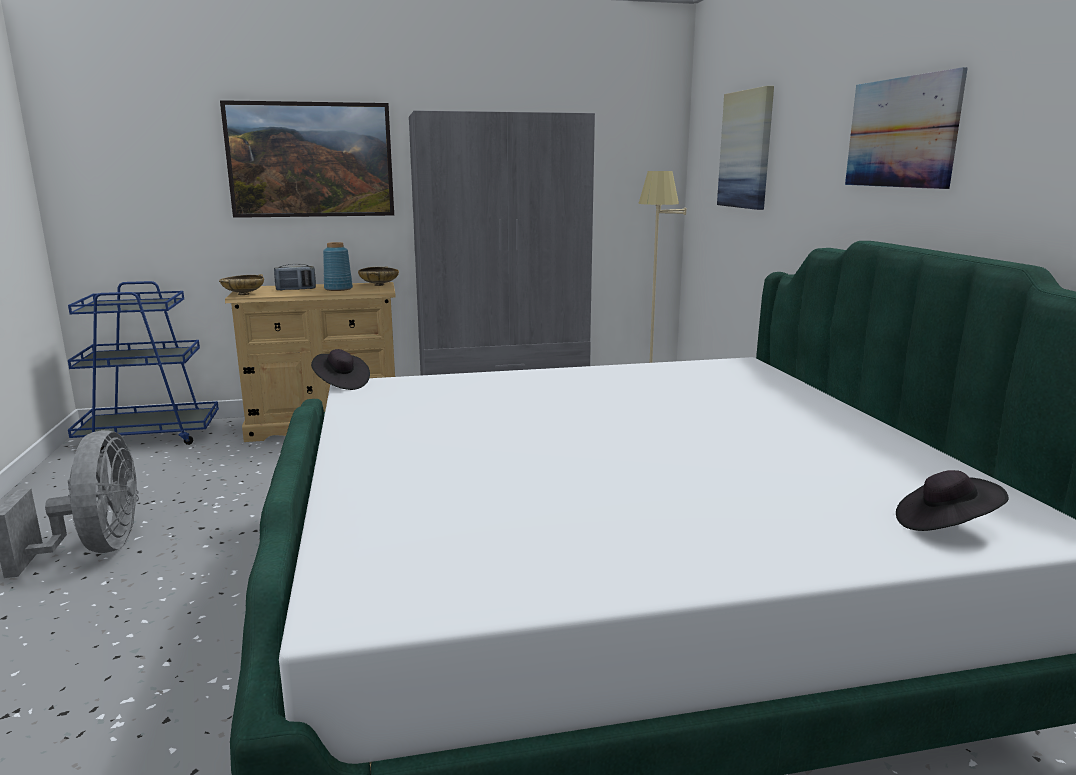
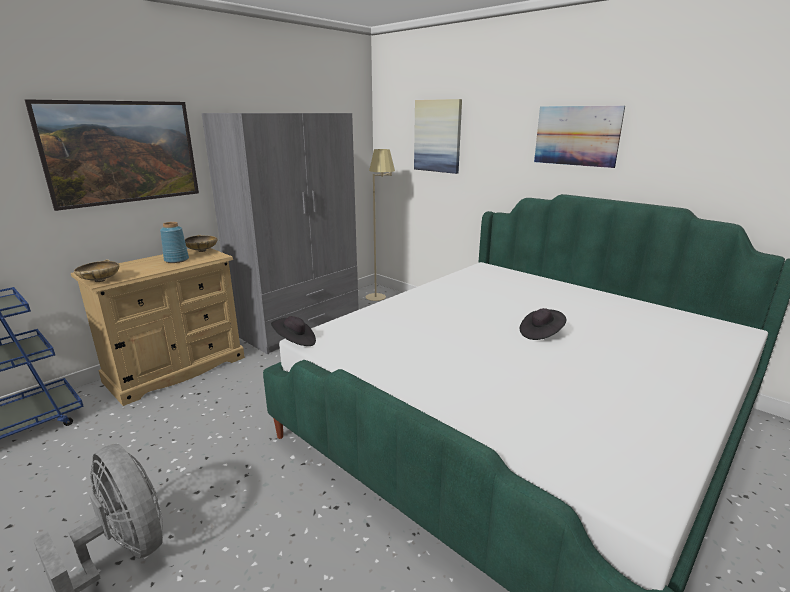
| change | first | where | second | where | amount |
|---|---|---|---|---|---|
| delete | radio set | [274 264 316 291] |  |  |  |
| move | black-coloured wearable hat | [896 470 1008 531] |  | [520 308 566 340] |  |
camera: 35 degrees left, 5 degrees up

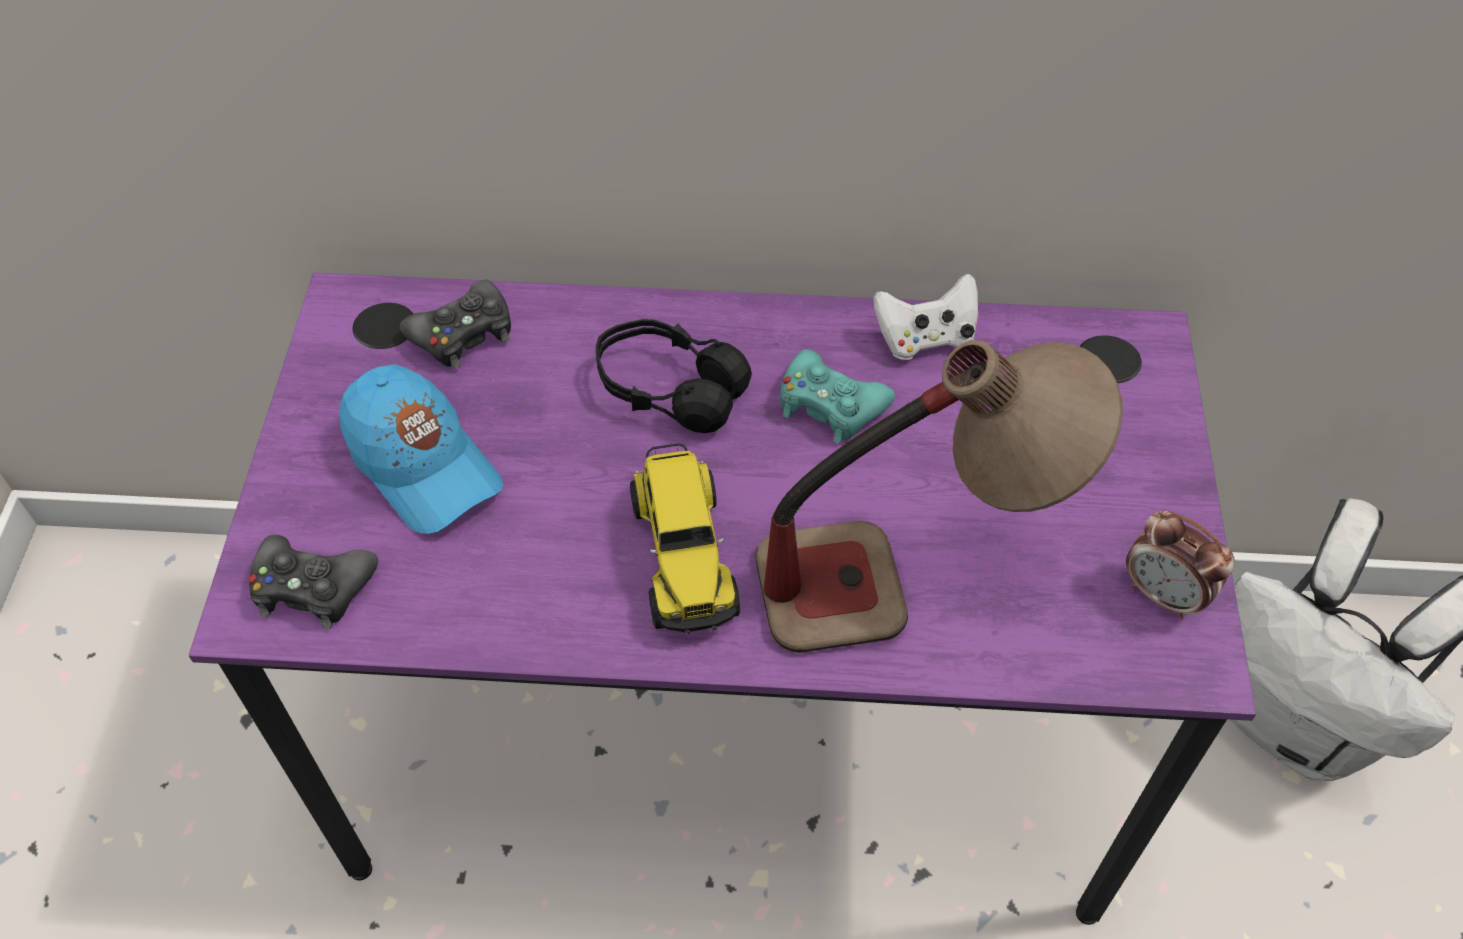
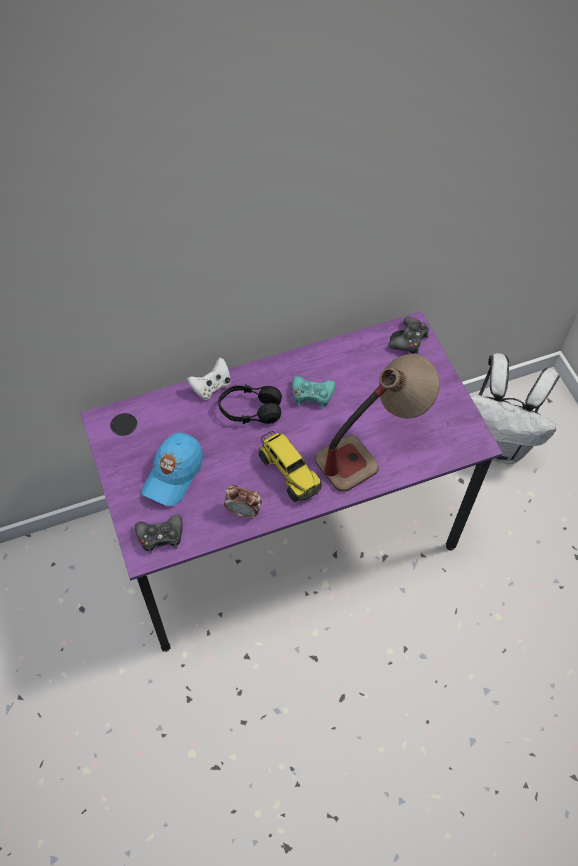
| change | first | where | second | where | amount |
|---|---|---|---|---|---|
| rotate | bluish cap | [339 364 503 534] |  | [142 433 203 506] | 90 degrees clockwise |
| move | black-coloured gamepad | [400 279 511 369] |  | [388 316 429 354] |  |
| move | white gamepad | [873 274 978 360] |  | [187 357 231 400] |  |
| move | alarm clock | [1126 511 1235 620] |  | [224 485 262 519] |  |
camera: 25 degrees left, 5 degrees up

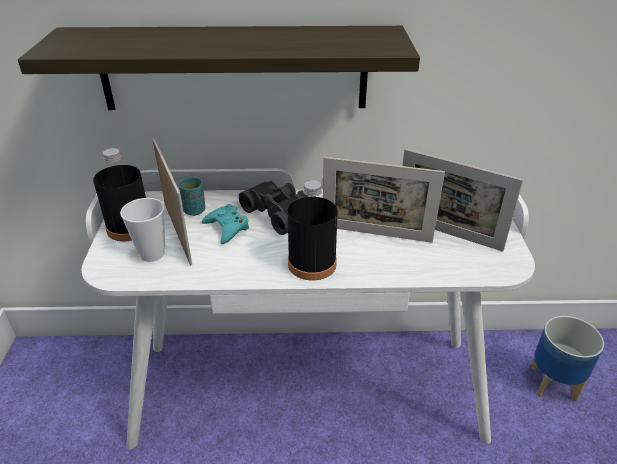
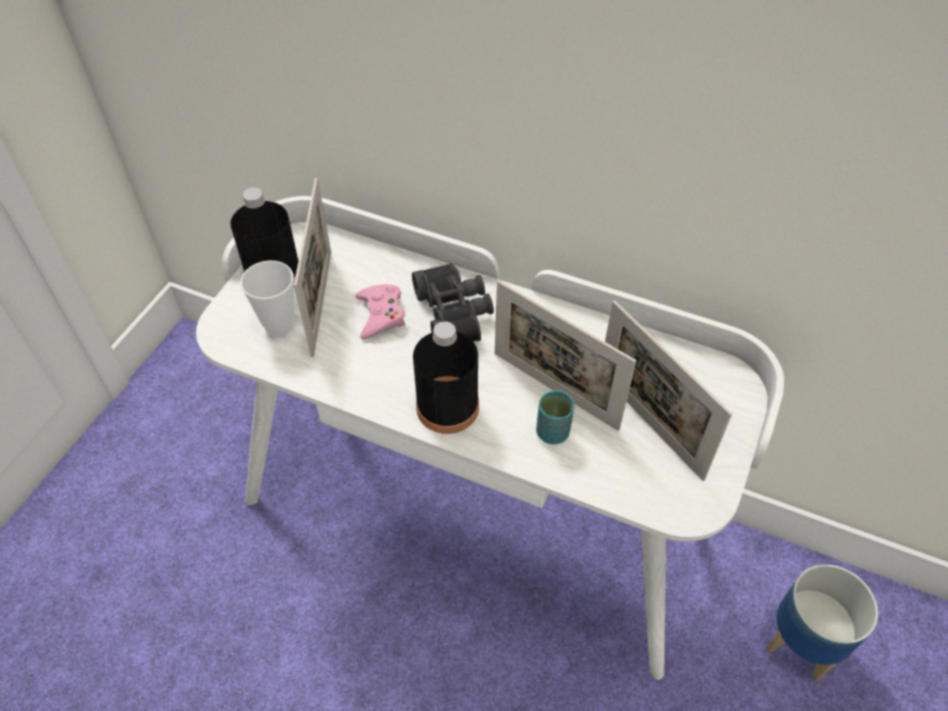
| change | first | where | second | where | amount |
|---|---|---|---|---|---|
| delete | wall shelf | [18 26 420 110] |  |  |  |
| move | turquoise cup | [179 177 205 216] |  | [536 390 574 444] |  |
| recolor | turquoise gamepad | [202 204 249 244] | pinkish gamepad | [355 284 405 339] |  |
camera: 25 degrees right, 15 degrees up

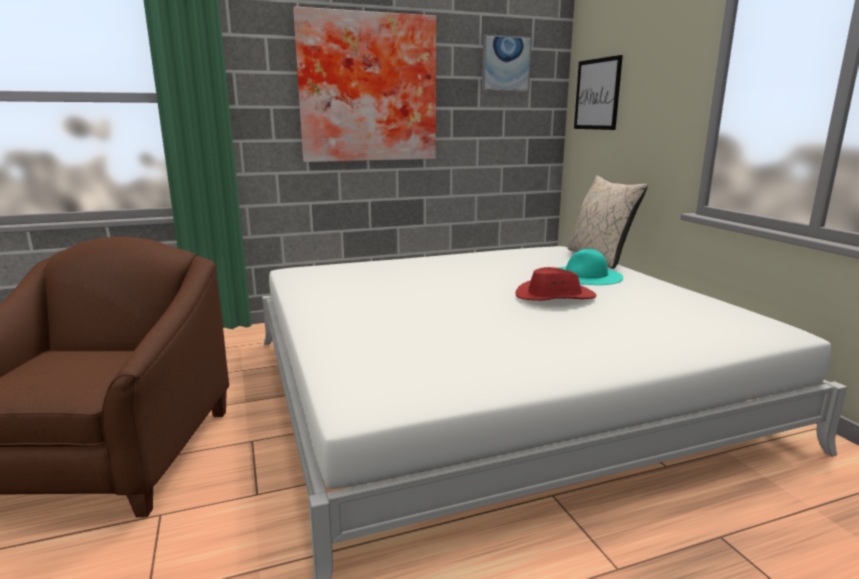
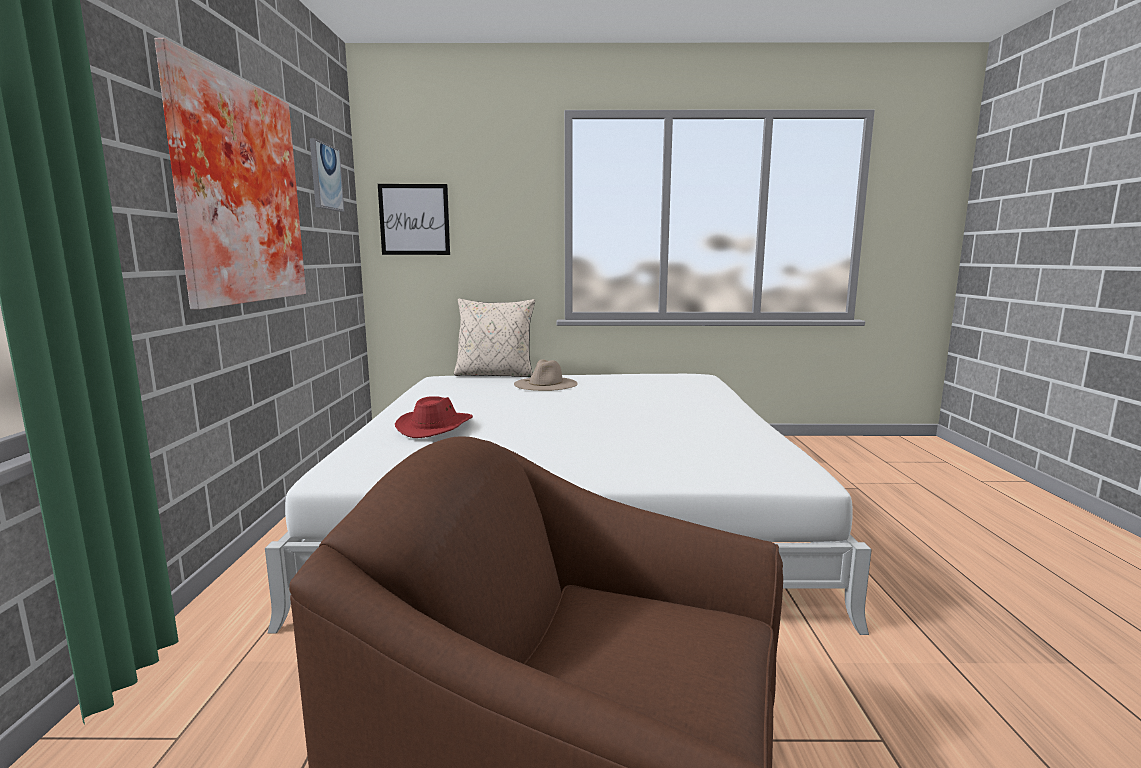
| change | first | where | second | where | amount |
|---|---|---|---|---|---|
| move | red wearable hat | [515 267 597 300] |  | [395 396 473 438] |  |
| recolor | turquoise wearable hat | [559 249 623 285] | beige-coloured wearable hat | [514 359 578 391] |  |
camera: 70 degrees left, 5 degrees down

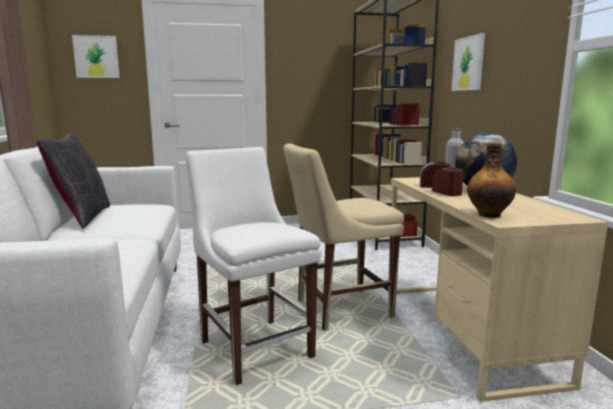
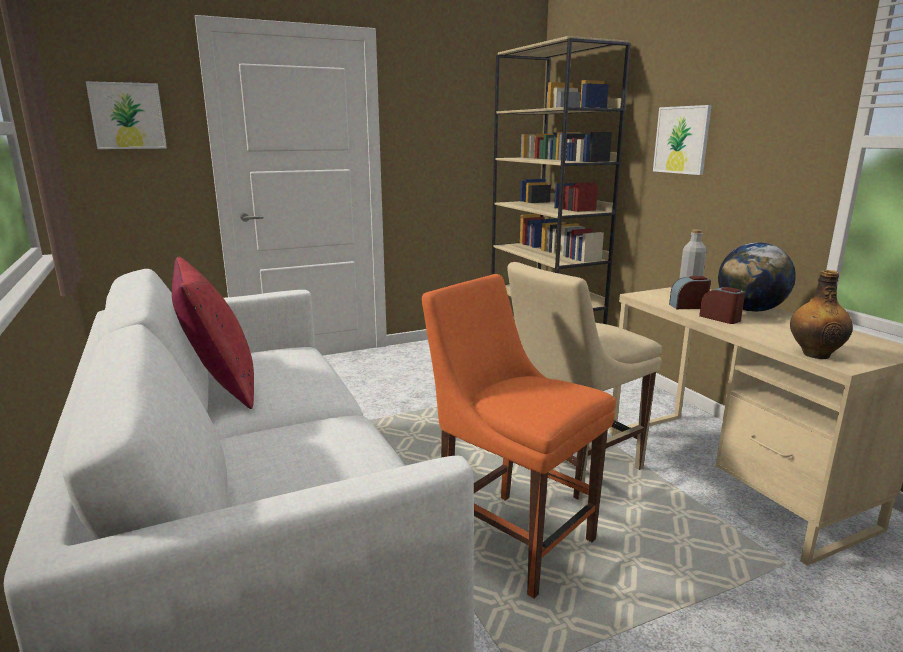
| change | first | where | second | where | amount |
|---|---|---|---|---|---|
| recolor | black-coloured cushion | [37 132 110 229] | red cushion | [172 257 254 409] |  |
| recolor | white upright chair | [186 147 321 385] | orangey upright chair | [422 274 616 598] |  |
camera: 15 degrees left, 5 degrees up

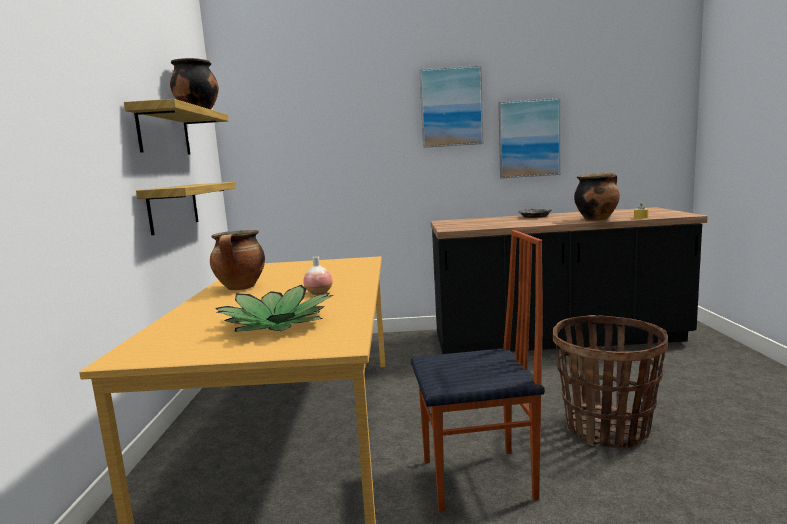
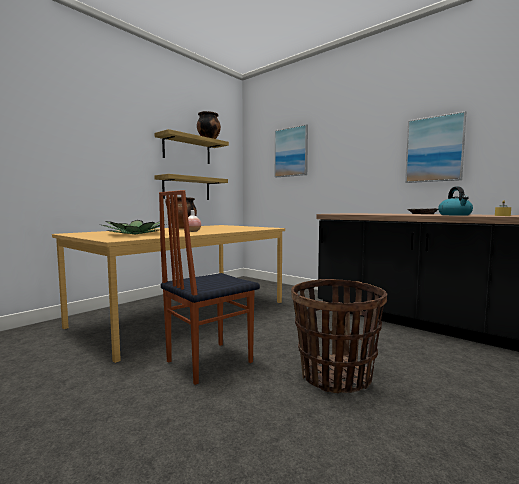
| change | first | where | second | where | amount |
|---|---|---|---|---|---|
| rotate | upright chair | [411 230 545 513] |  | [159 190 260 385] | 105 degrees clockwise |
| move | wall art | [419 65 484 148] |  | [275 124 308 177] |  |
| replace | saucepot | [574 172 620 221] | water kettle | [438 187 473 215] |  |
camera: 40 degrees right, 5 degrees down

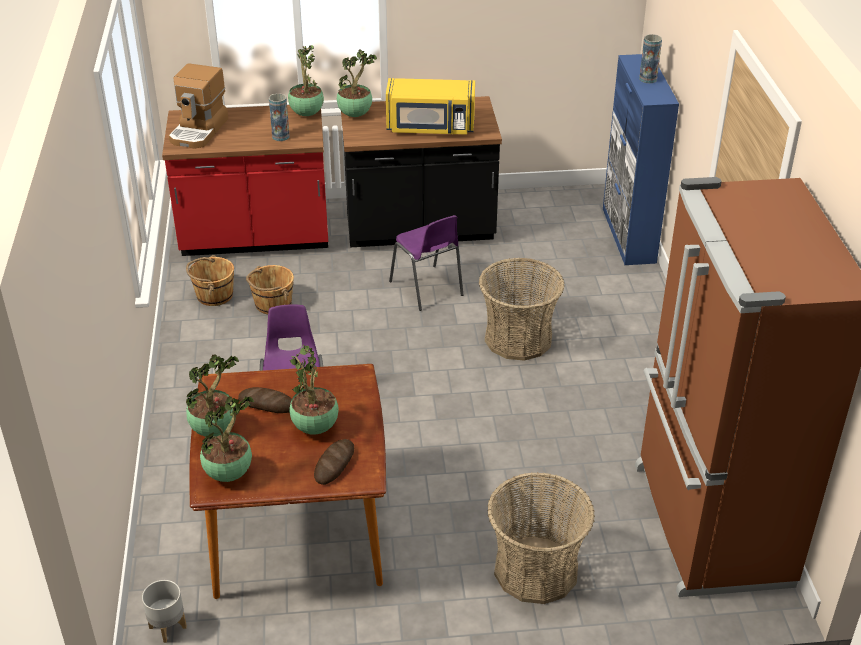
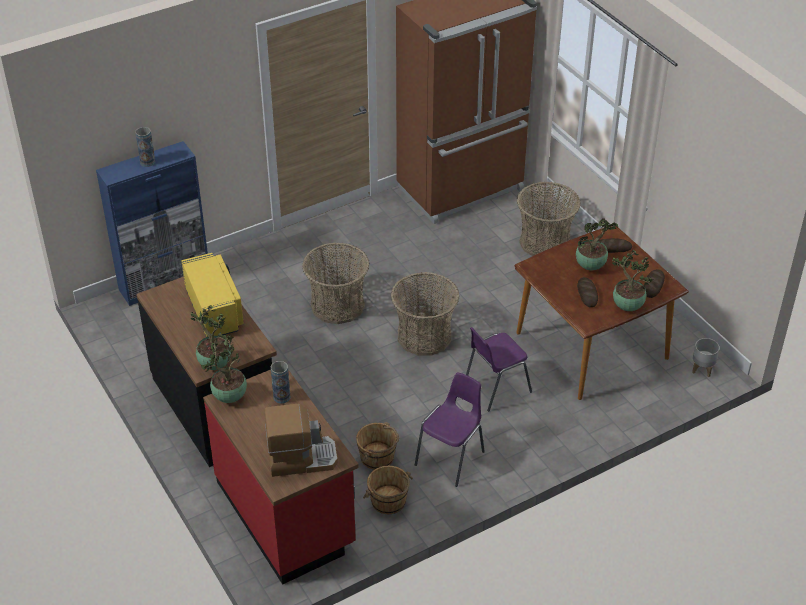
| change | first | where | second | where | amount |
|---|---|---|---|---|---|
| replace | plant in a pot | [200 396 254 482] | baked bread | [644 269 665 298] |  |
| move | purple upright chair | [389 215 464 311] |  | [415 372 485 487] |  |
| insert |  |  | basket | [391 272 460 355] |  |
camera: 115 degrees left, 5 degrees up

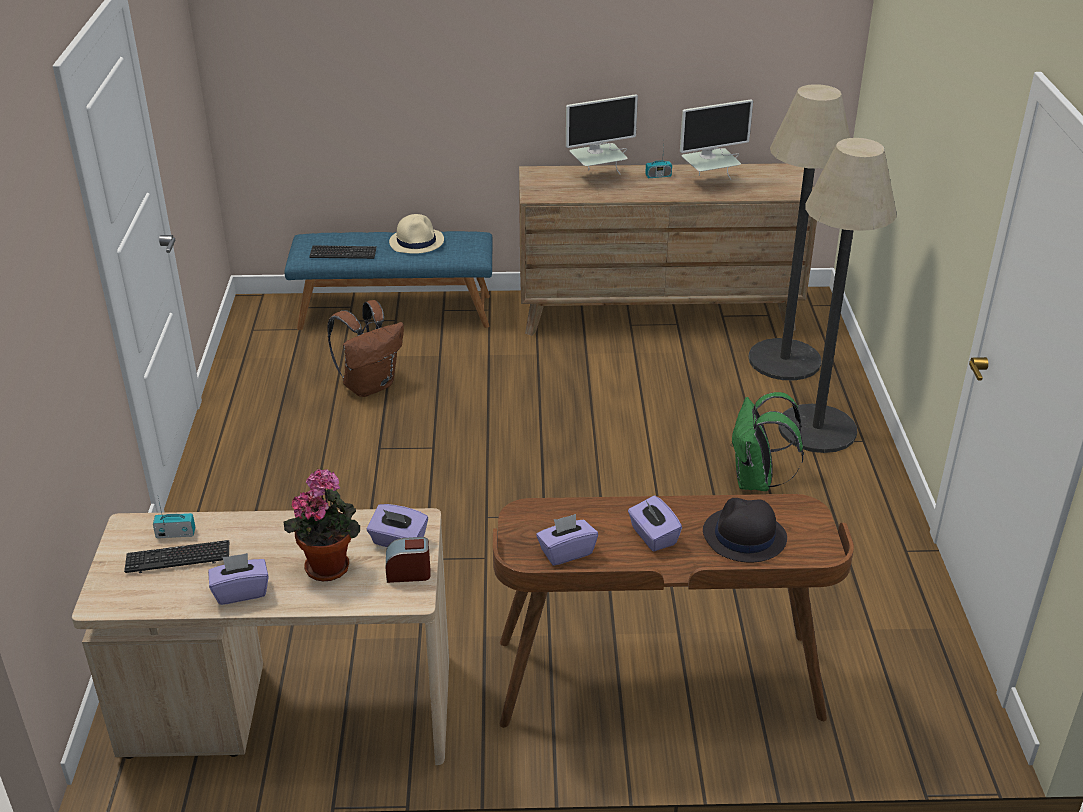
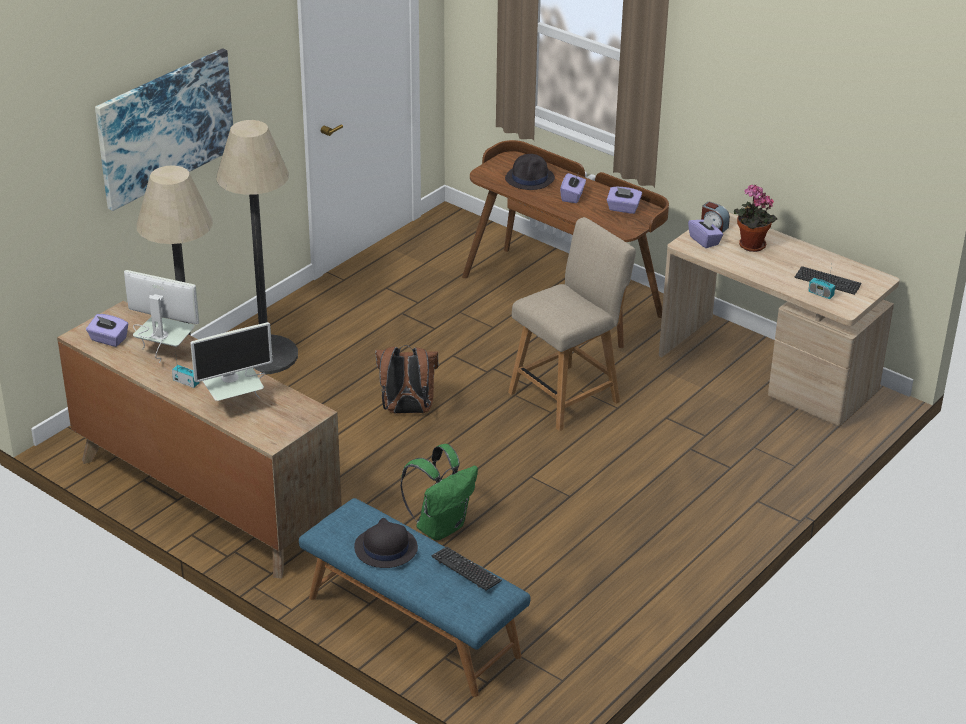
| change | first | where | second | where | amount |
|---|---|---|---|---|---|
| move | purple tissue holder | [208 553 269 605] |  | [86 314 128 347] |  |
| move | brownish backpack | [327 300 404 397] |  | [375 345 438 413] |  |
| recolor | beige-coloured wearable hat | [389 214 444 254] | black-coloured wearable hat | [354 518 418 568] |  |
| rotate | monitor | [566 95 638 175] |  | [190 322 273 401] | 135 degrees clockwise |
| move | green-coloured backpack | [731 392 804 491] |  | [400 444 478 540] |  |
| insert |  |  | wall art | [95 48 233 211] |  |
| insert |  |  | beige-coloured upright chair | [508 217 636 431] |  |
camera: 140 degrees left, 0 degrees up

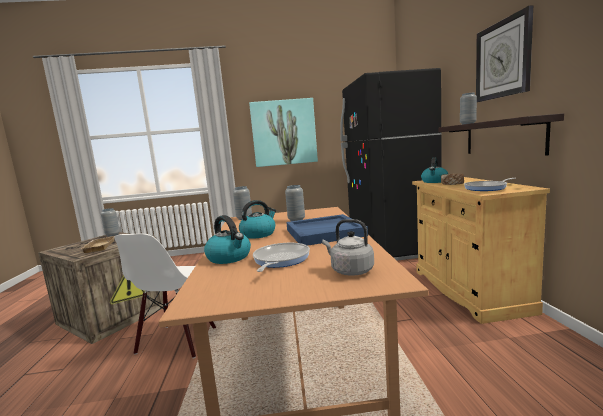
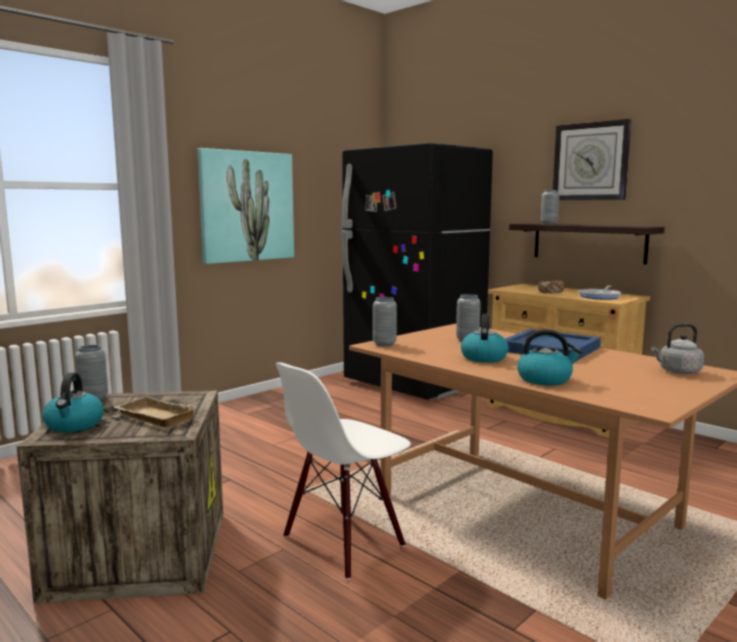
| change | first | where | second | where | amount |
|---|---|---|---|---|---|
| rotate | white upright chair | [115 233 216 359] |  | [276 362 411 580] | 75 degrees clockwise |
| delete | pan | [253 243 310 272] |  |  |  |
| move | water kettle | [421 157 448 183] |  | [42 372 104 432] |  |
camera: 40 degrees left, 0 degrees up

